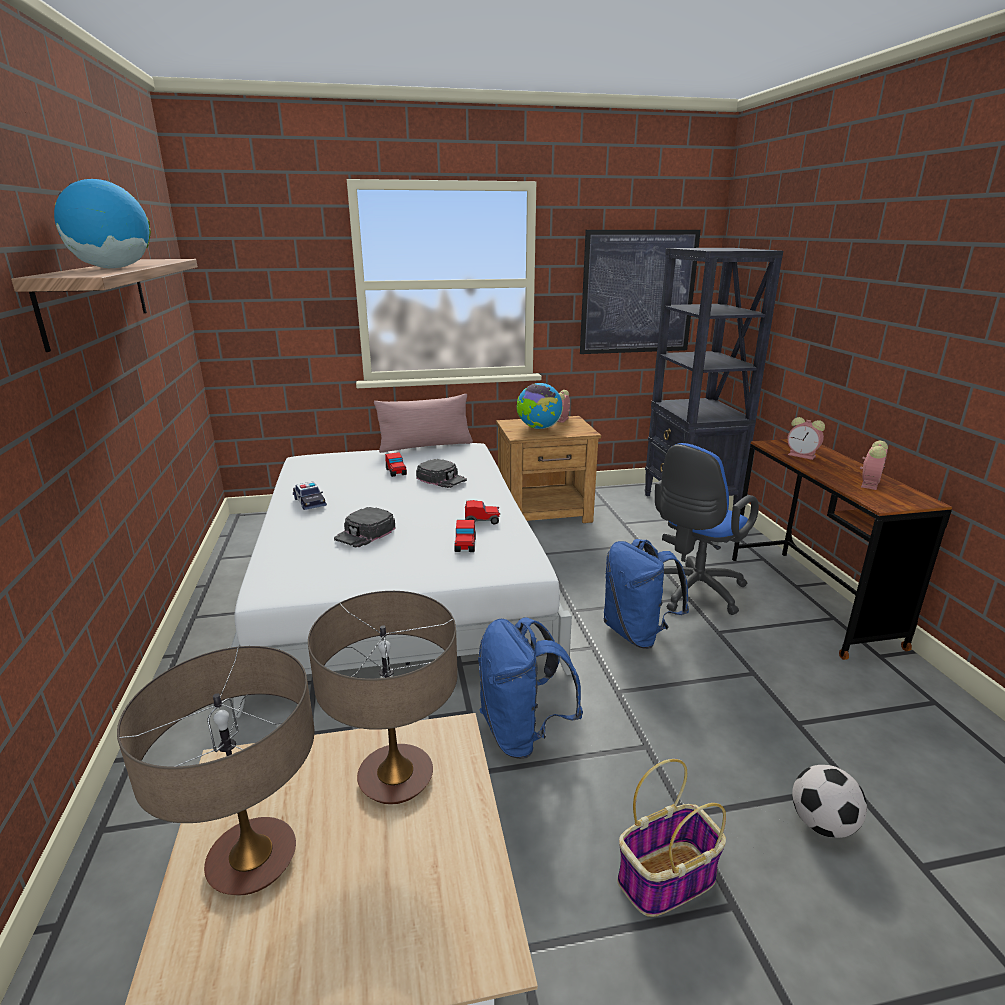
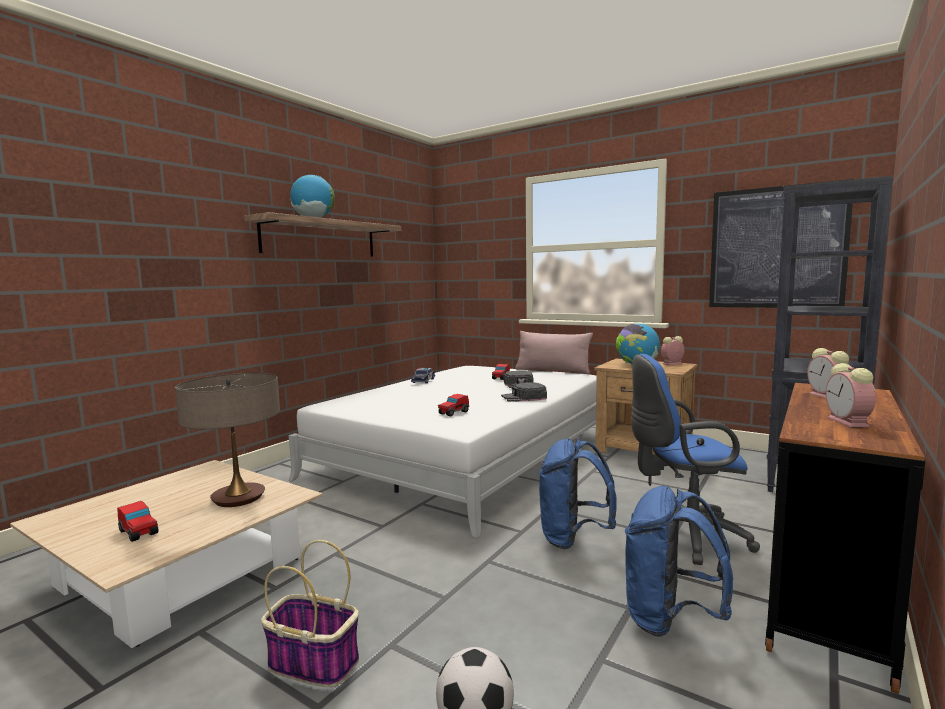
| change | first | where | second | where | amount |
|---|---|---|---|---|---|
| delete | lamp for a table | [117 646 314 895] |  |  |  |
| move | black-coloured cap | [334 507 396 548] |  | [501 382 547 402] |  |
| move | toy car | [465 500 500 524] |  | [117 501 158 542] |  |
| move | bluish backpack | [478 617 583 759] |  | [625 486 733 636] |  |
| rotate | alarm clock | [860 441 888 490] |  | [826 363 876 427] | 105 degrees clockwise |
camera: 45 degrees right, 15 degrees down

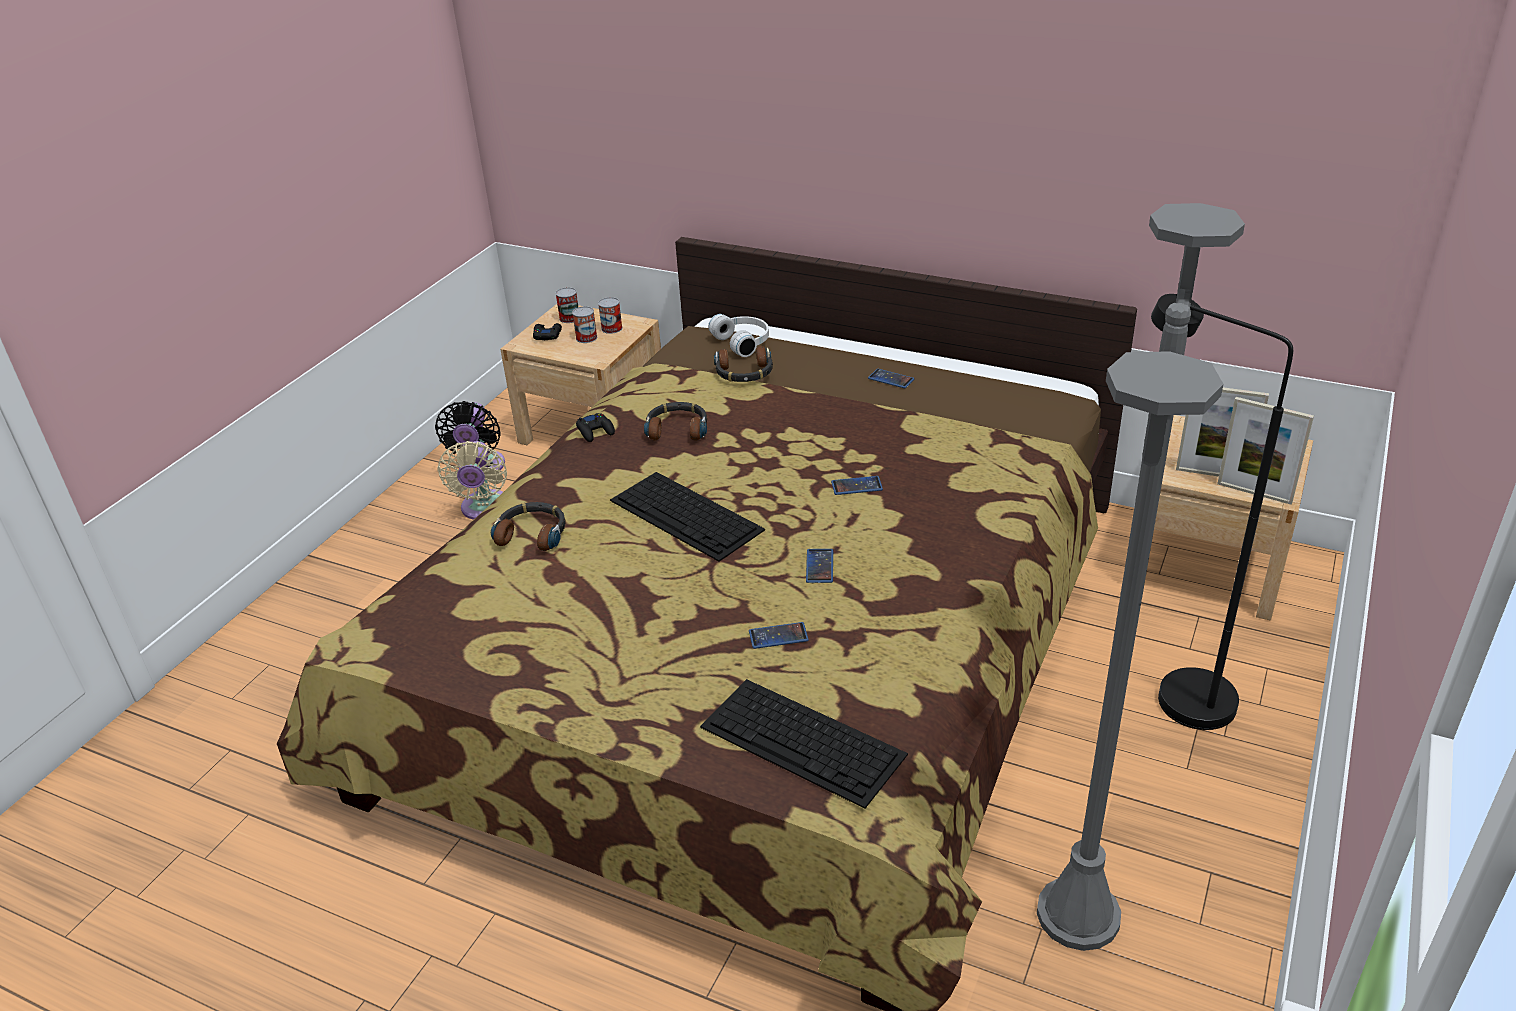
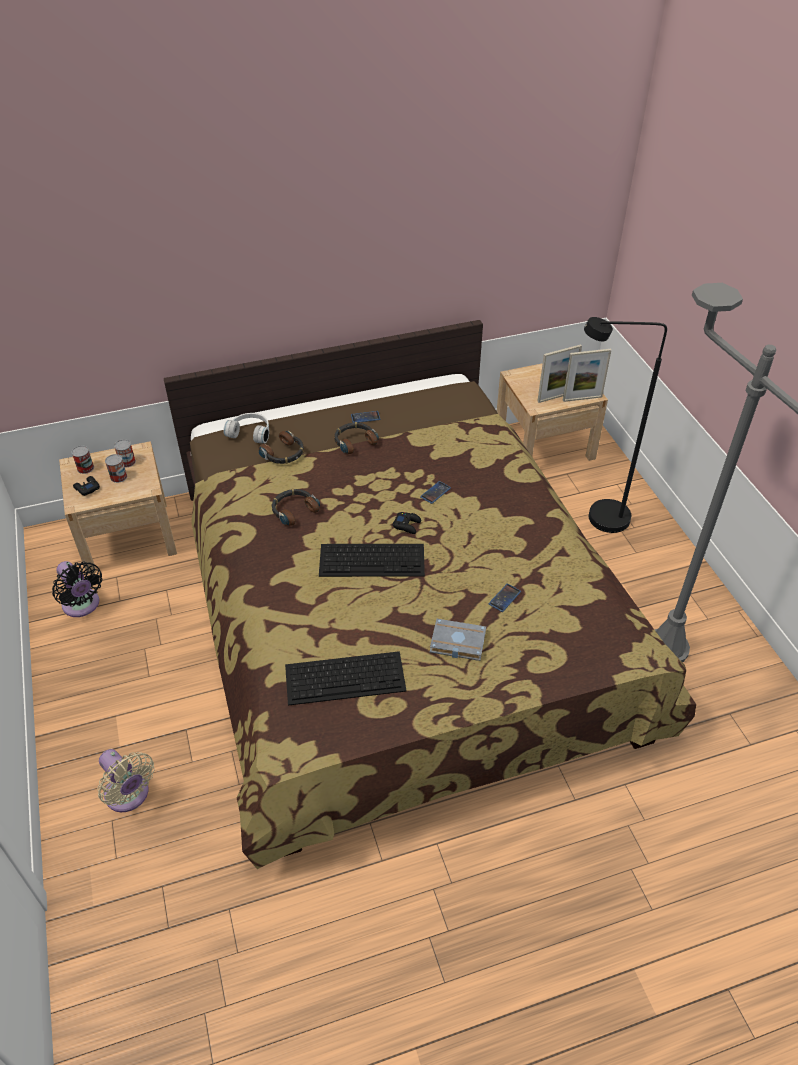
| change | first | where | second | where | amount |
|---|---|---|---|---|---|
| move | beige-coloured electric fan | [438 441 507 520] |  | [98 749 154 812] |  |
| move | headset | [491 502 566 551] |  | [334 422 379 454] |  |
| move | black-coloured gamepad | [576 413 615 442] |  | [393 512 421 534] |  |
| move | keyboard | [700 679 908 809] |  | [285 651 407 706] |  |
| delete | telephone | [806 549 833 583] |  |  |  |
| insert |  |  | greyish bound book | [430 619 486 661] |  |
camera: 45 degrees left, 10 degrees up

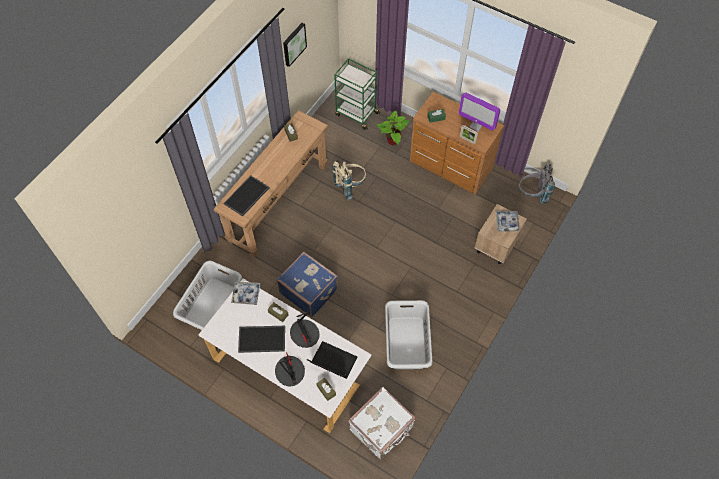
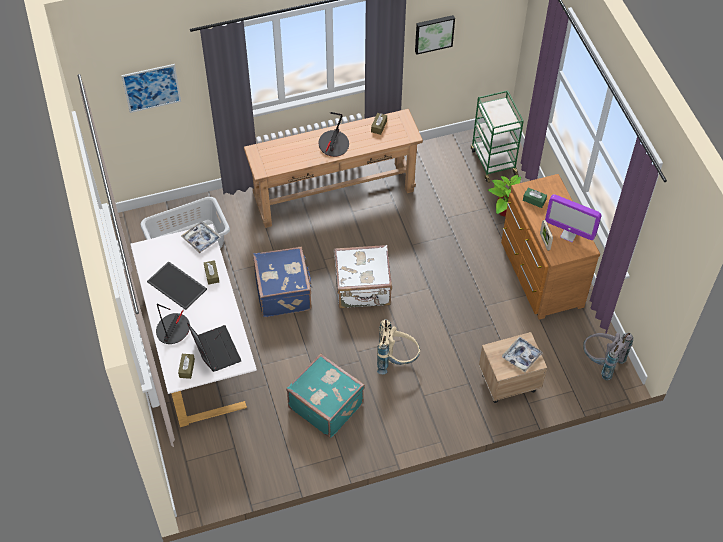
| change | first | where | second | where | amount |
|---|---|---|---|---|---|
| delete | serving tray | [224 176 270 216] |  |  |  |
| move | lamp for a table | [290 312 320 348] |  | [318 112 349 157] |  |
| move | beige-coloured backpack | [332 161 366 200] |  | [377 319 420 374] |  |
| move | white piece of luggage | [349 387 416 460] |  | [334 245 392 309] |  |
| replace | greyish washing basket | [385 300 432 369] | turquoise piece of luggage | [286 353 365 438] |  |
| rotate | monitor | [459 92 500 132] |  | [545 194 602 242] | 45 degrees counterclockwise |
| insert |  |  | wall art | [121 64 181 113] |  |
camera: 40 degrees right, 5 degrees down

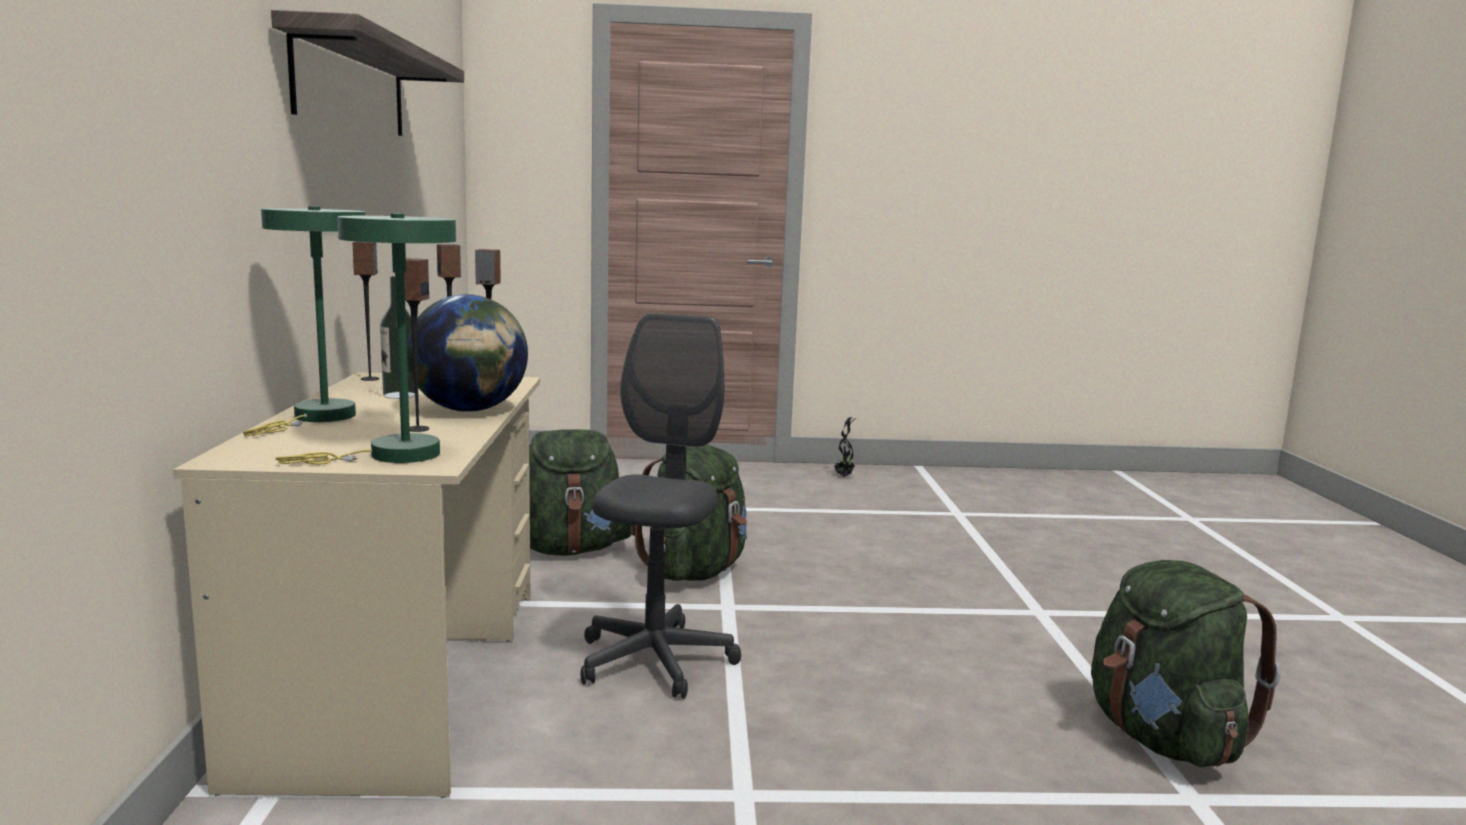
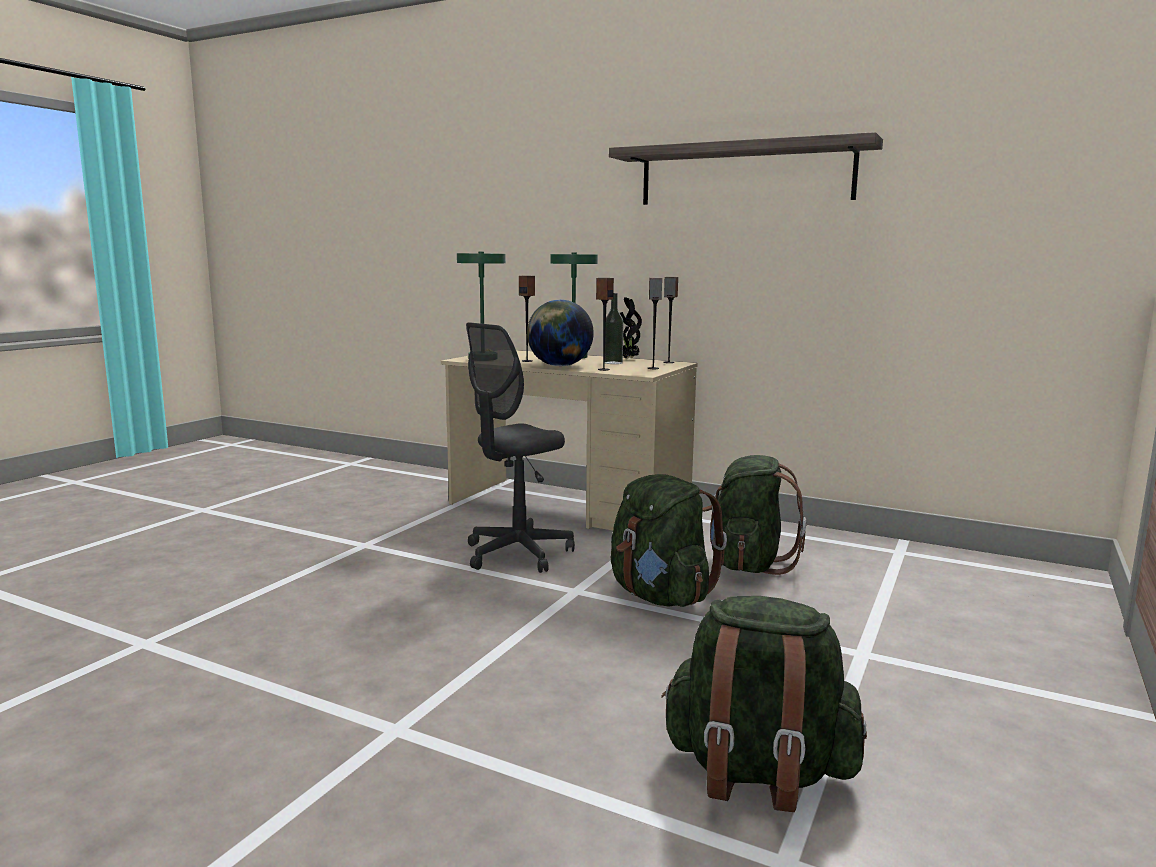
| change | first | where | second | where | amount |
|---|---|---|---|---|---|
| rotate | greyish office chair | [581 313 741 699] |  | [466 322 575 573] | 90 degrees clockwise |
| move | plant in a pot | [834 417 856 477] |  | [620 297 642 359] |  |
| move | green-coloured backpack | [1091 560 1281 767] |  | [661 596 867 812] |  |
camera: 120 degrees right, 0 degrees up

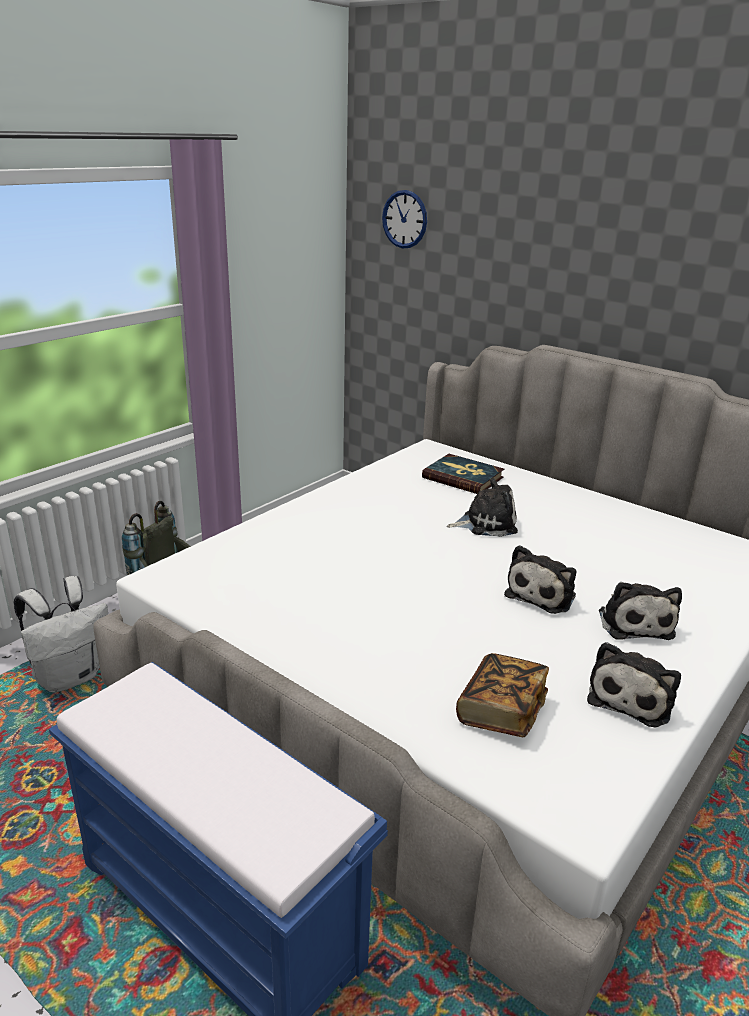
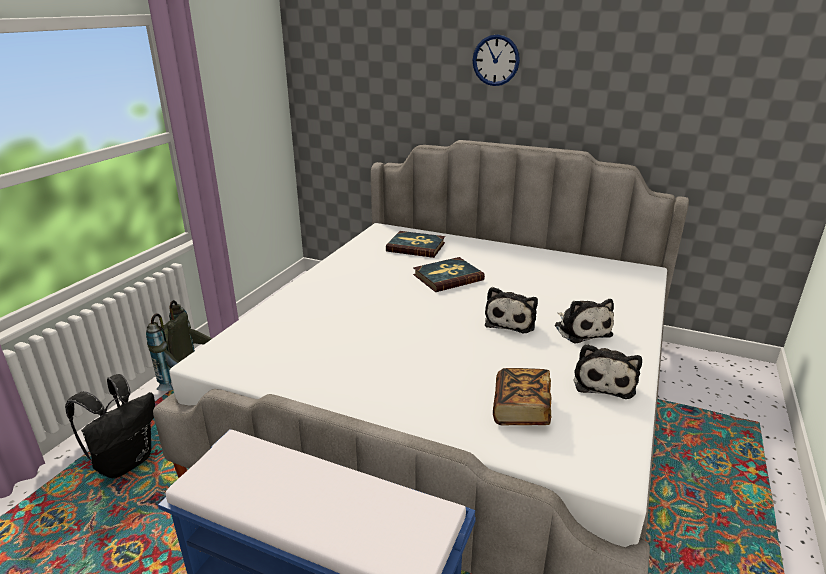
| change | first | where | second | where | amount |
|---|---|---|---|---|---|
| recolor | white backpack | [14 576 108 693] | black-coloured backpack | [65 374 155 478] |  |
| move | hanging clock | [382 190 427 248] |  | [473 34 520 86] |  |
| replace | cuddly toy | [447 478 518 537] | bound book | [413 257 485 292] |  |
camera: 15 degrees left, 0 degrees up

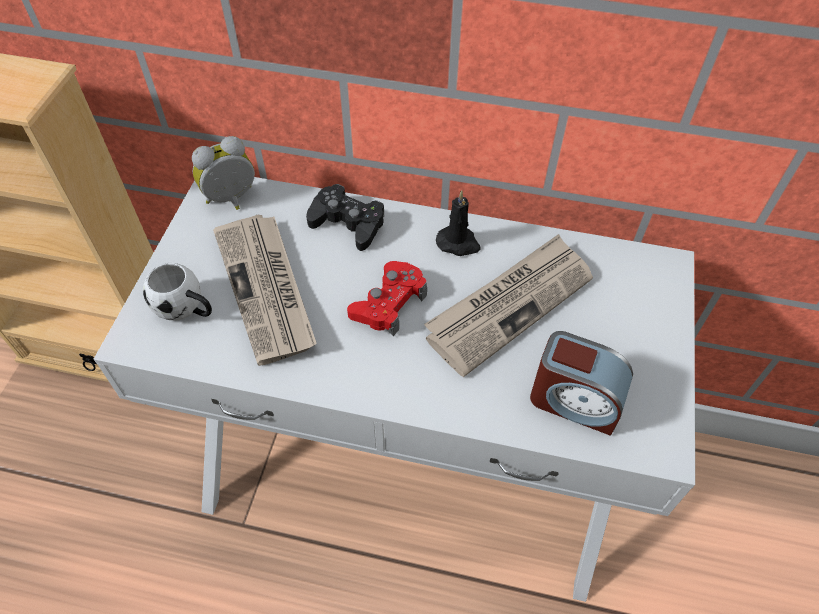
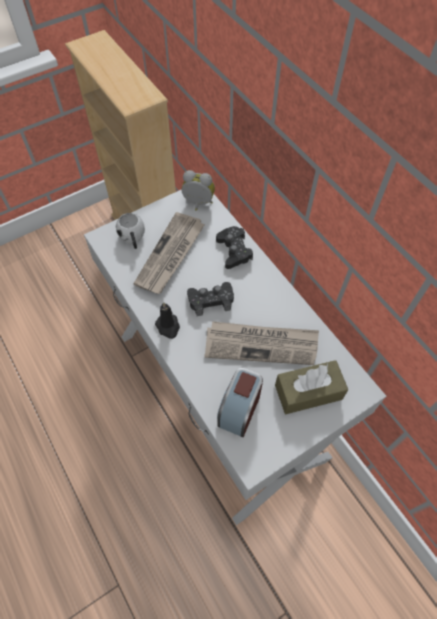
| change | first | where | second | where | amount |
|---|---|---|---|---|---|
| recolor | red gamepad | [347 261 427 336] | black-coloured gamepad | [187 282 234 316] |  |
| move | black-coloured wax candle | [436 190 481 256] |  | [155 302 180 339] |  |
| rotate | alarm clock | [530 331 633 436] |  | [217 368 263 437] | 45 degrees clockwise |
| insert |  |  | brownish tissue holder | [275 360 348 414] |  |
camera: 45 degrees right, 5 degrees up

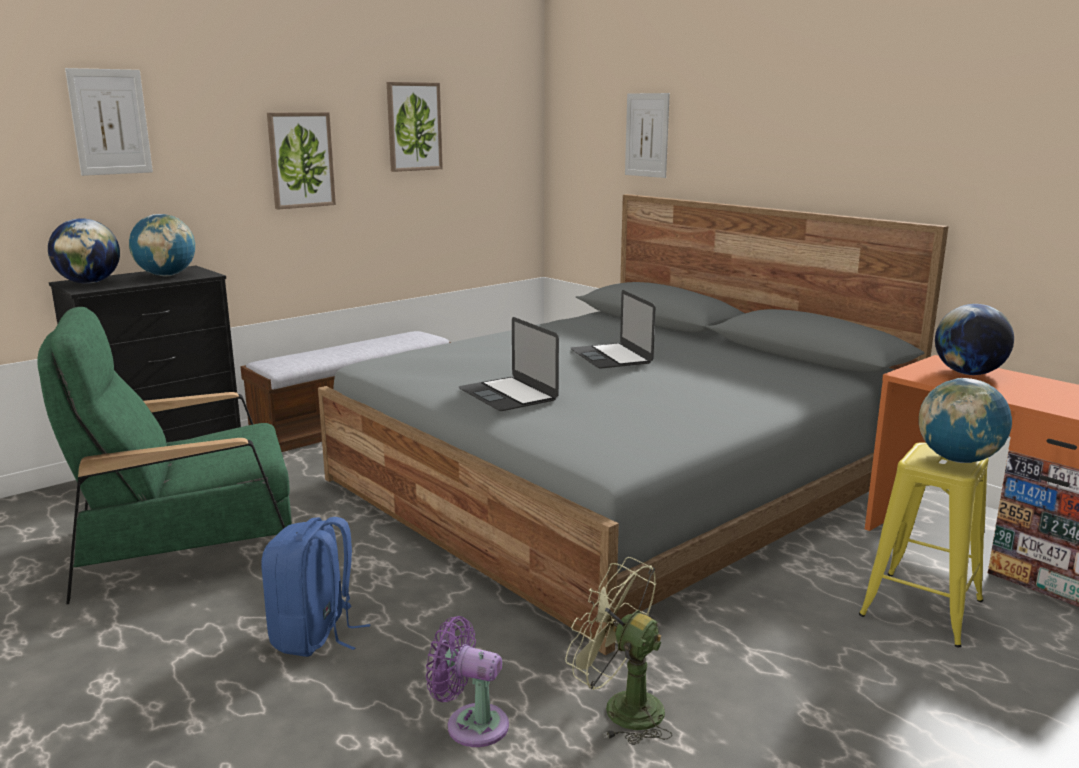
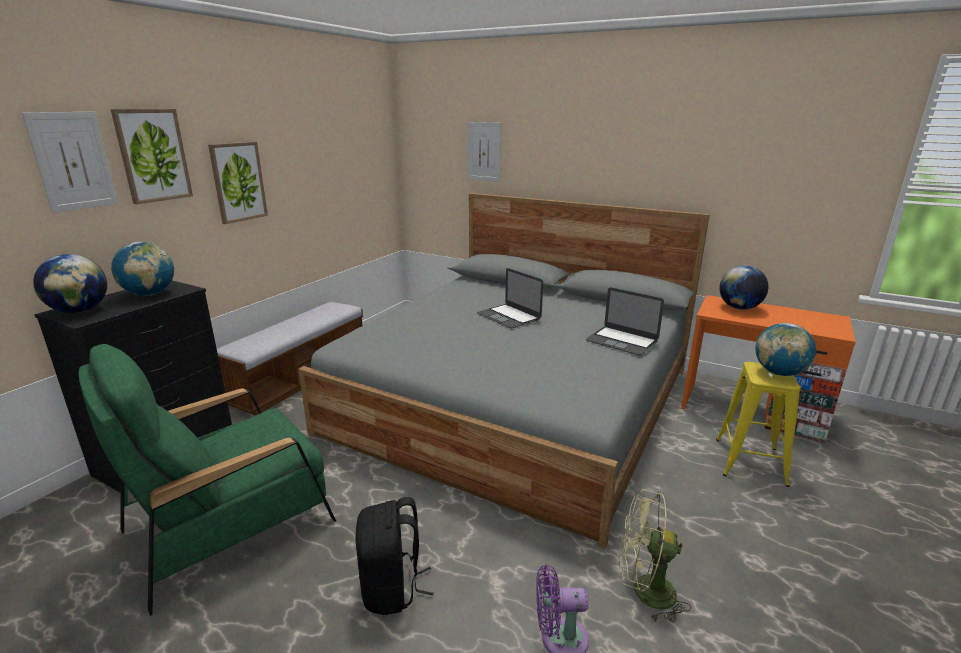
| change | first | where | second | where | amount |
|---|---|---|---|---|---|
| recolor | bluish backpack | [261 517 370 657] | black-coloured backpack | [355 497 433 615] |  |
| move | wall art | [387 82 443 172] |  | [111 109 193 204] |  |
| move | laptop | [459 317 559 411] |  | [586 287 664 355] |  |
camera: 20 degrees left, 5 degrees up

